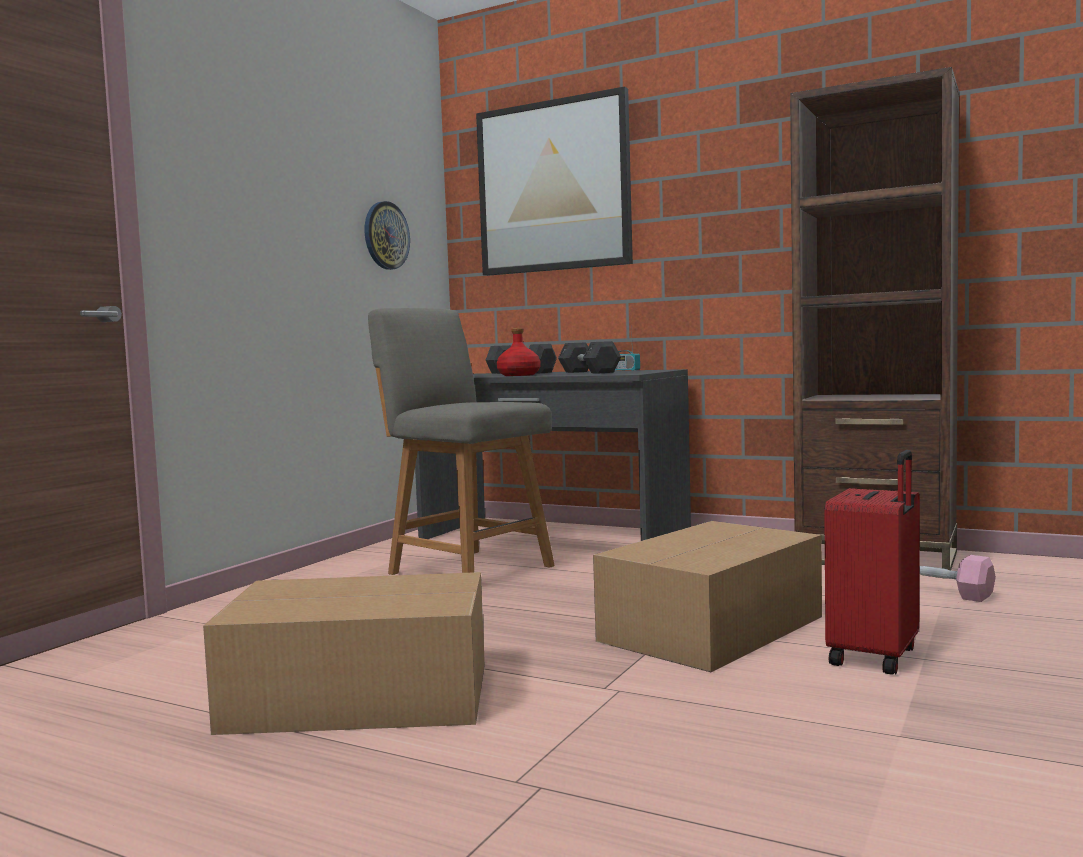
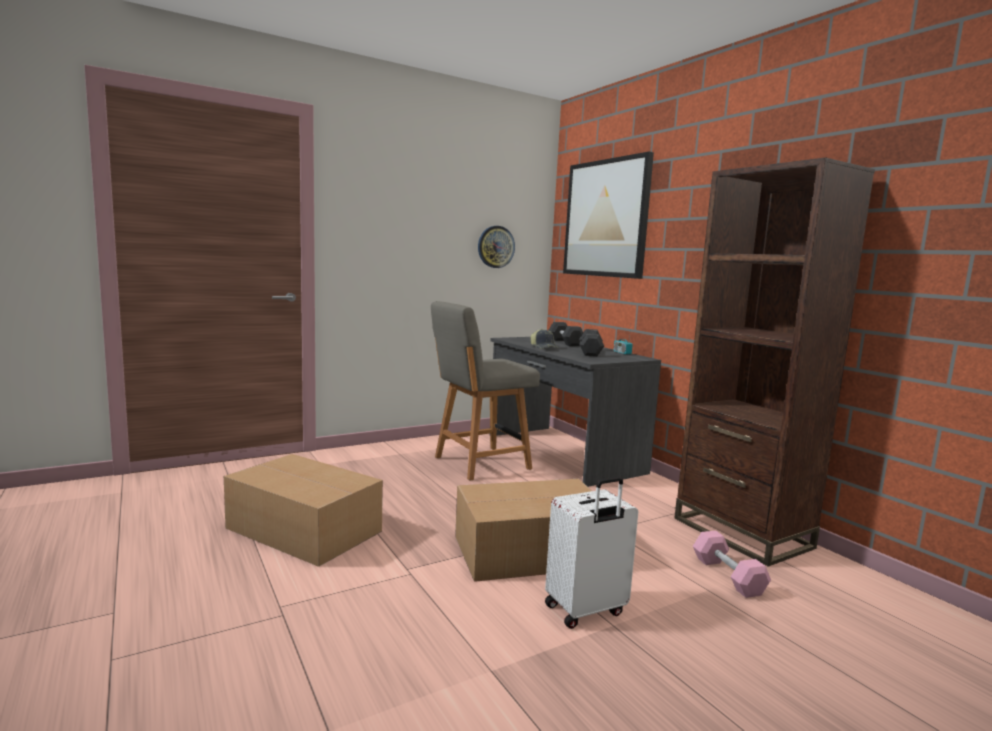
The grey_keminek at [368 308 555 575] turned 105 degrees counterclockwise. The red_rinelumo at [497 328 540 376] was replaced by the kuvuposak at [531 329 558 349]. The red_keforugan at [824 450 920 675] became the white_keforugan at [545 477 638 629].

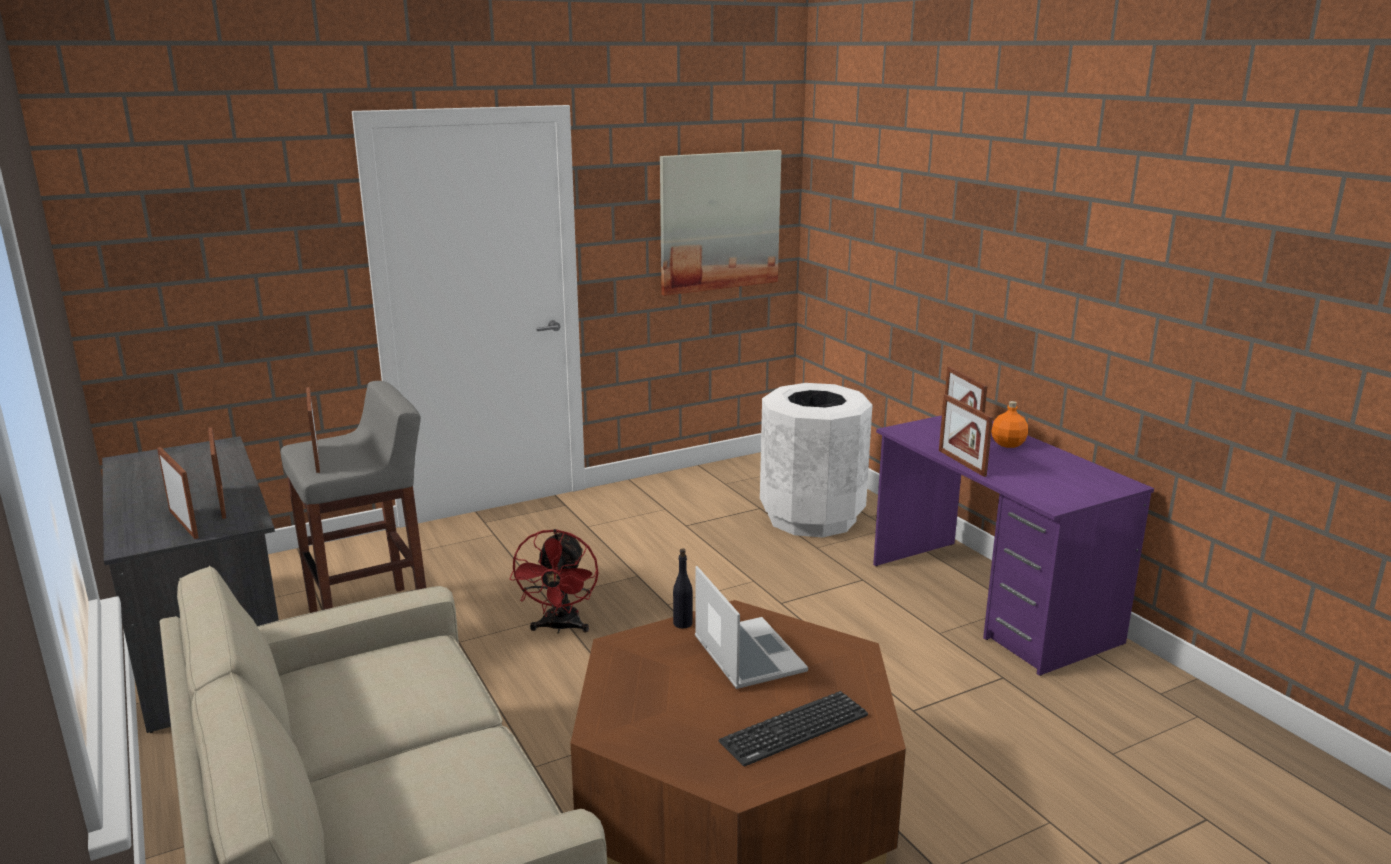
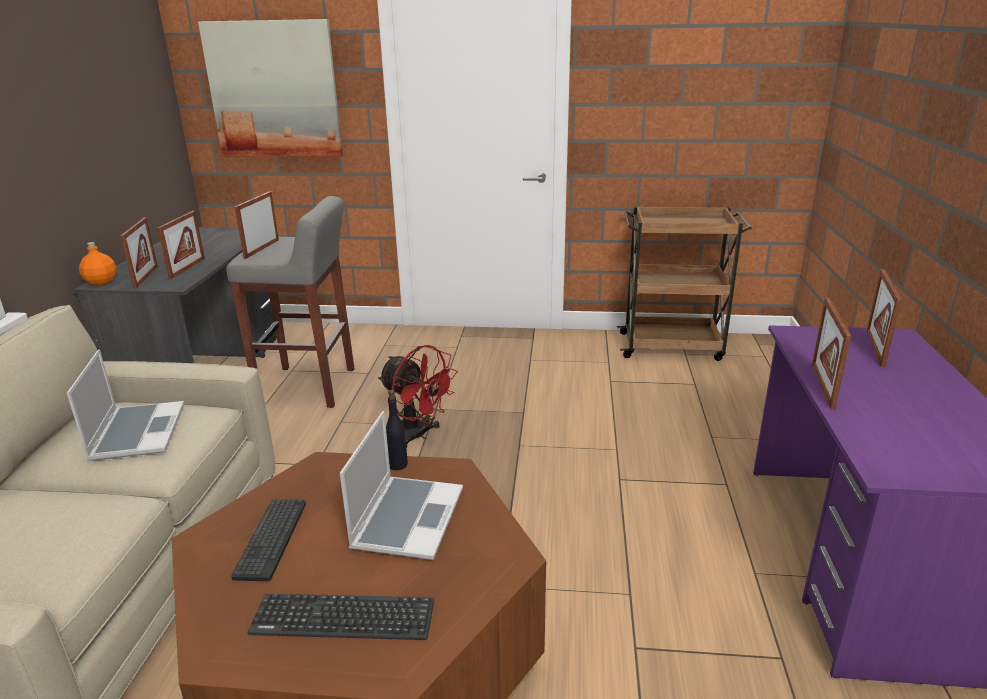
The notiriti moved from [660 150 782 296] to [198 19 343 157]. The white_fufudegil at [760 383 872 538] disappeared. The orange_rinelumo moved from [991 401 1028 448] to [79 242 116 285]. The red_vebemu at [509 529 599 633] turned 90 degrees counterclockwise. The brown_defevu at [617 206 752 361] appeared. The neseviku at [67 349 184 461] appeared. The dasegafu at [231 499 306 581] appeared.

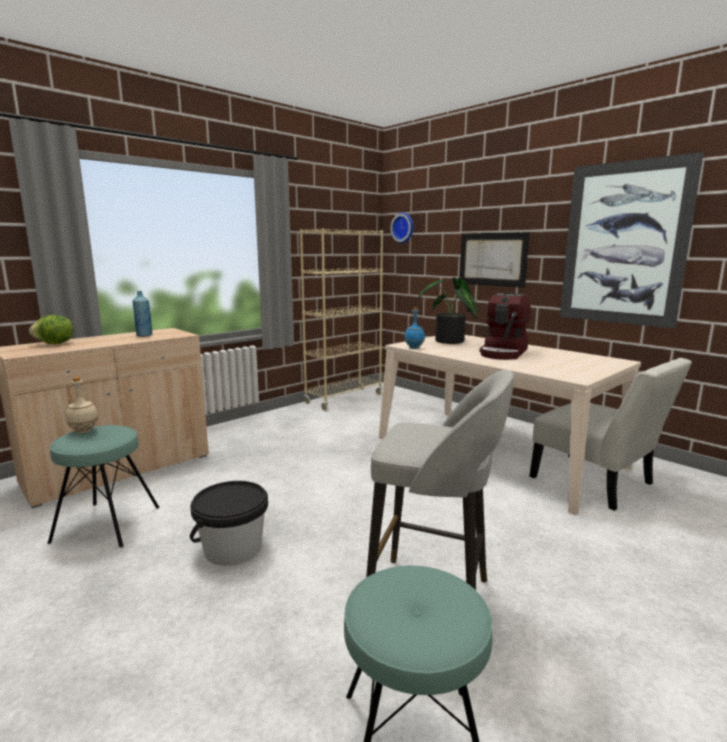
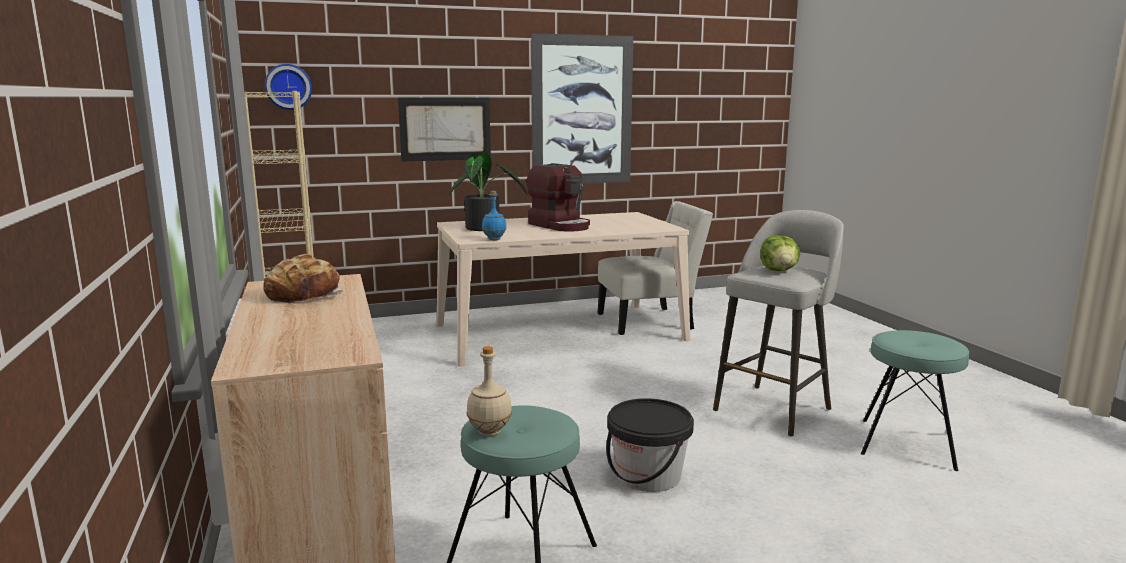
The blue_rinelumo at [132 291 152 337] was replaced by the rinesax at [263 254 342 304]. The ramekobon moved from [29 315 73 344] to [760 235 800 271].

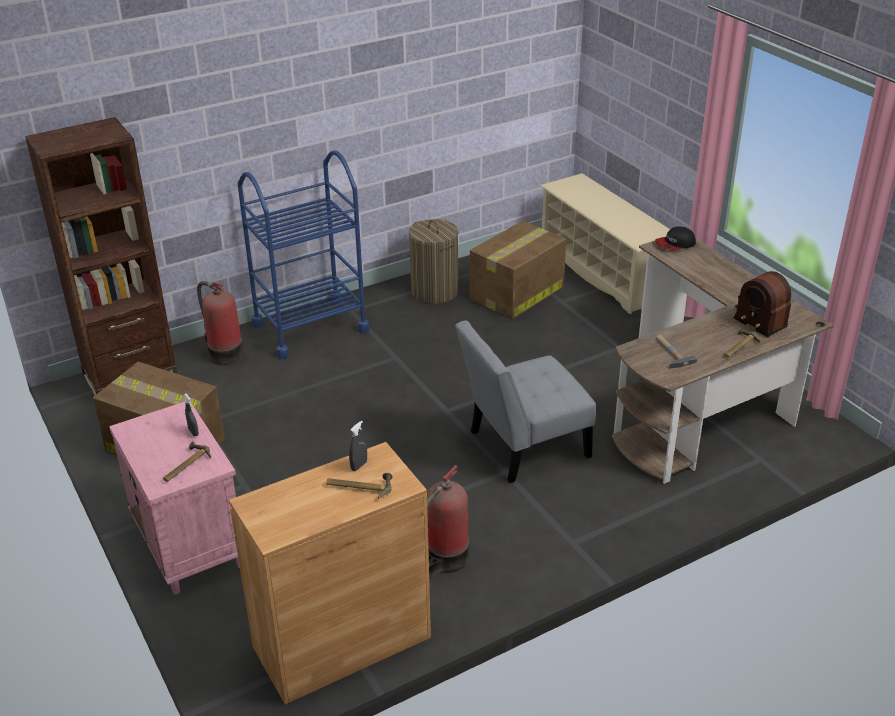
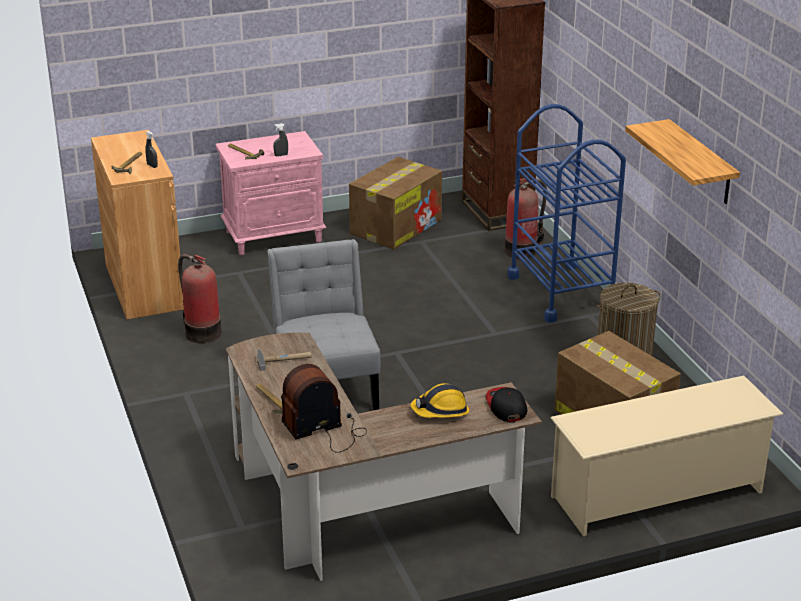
The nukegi at [625 119 740 204] appeared. The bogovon at [411 383 469 418] appeared.

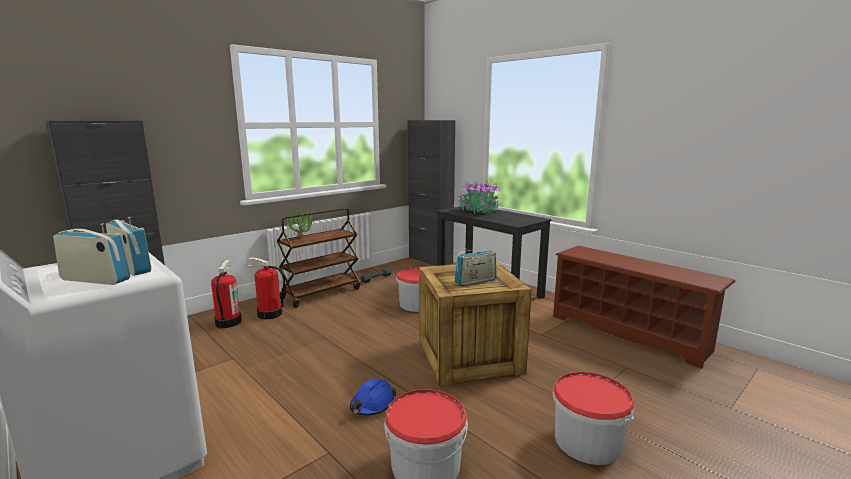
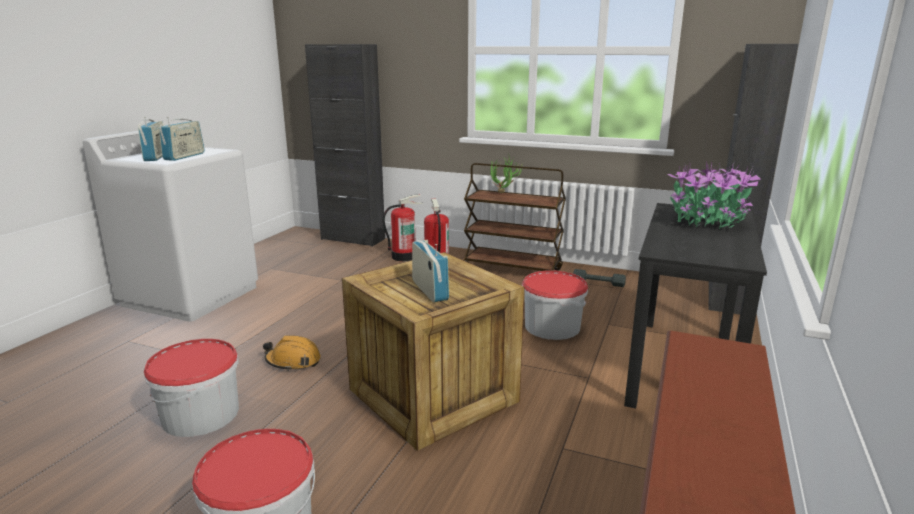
The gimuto at [454 248 496 286] turned 150 degrees counterclockwise. The blue_bogovon at [350 379 396 415] became the orange_bogovon at [263 335 321 371].

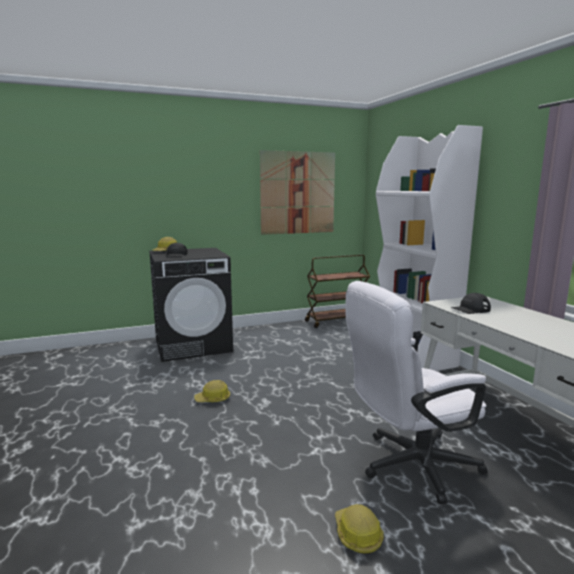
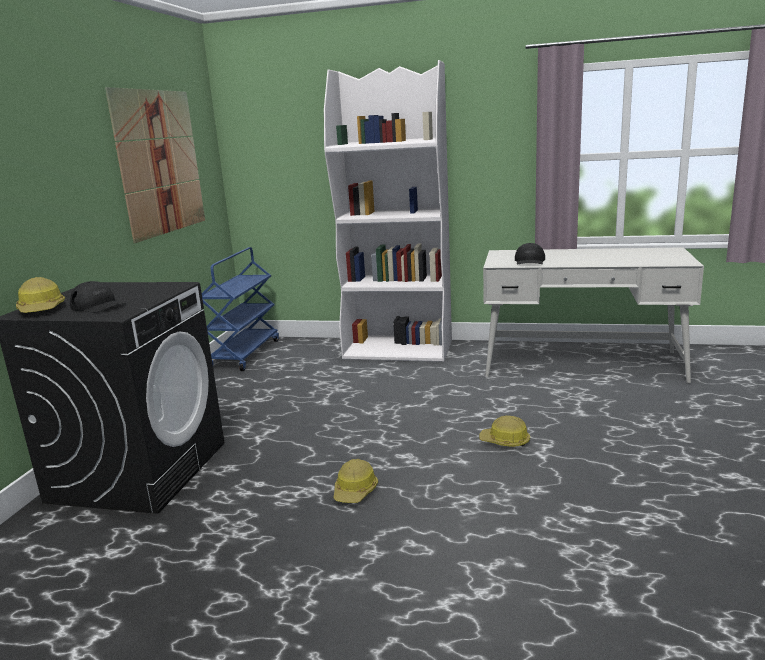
The brown_defevu at [305 255 370 328] became the blue_defevu at [202 247 279 371]. The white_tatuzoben at [346 281 488 504] disappeared. The bogovon moved from [335 504 384 554] to [479 416 530 447].

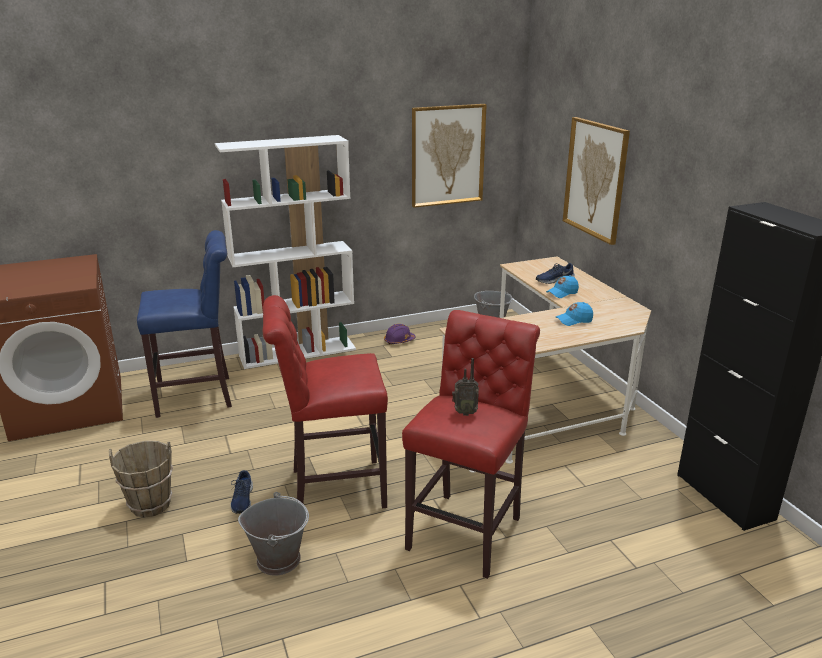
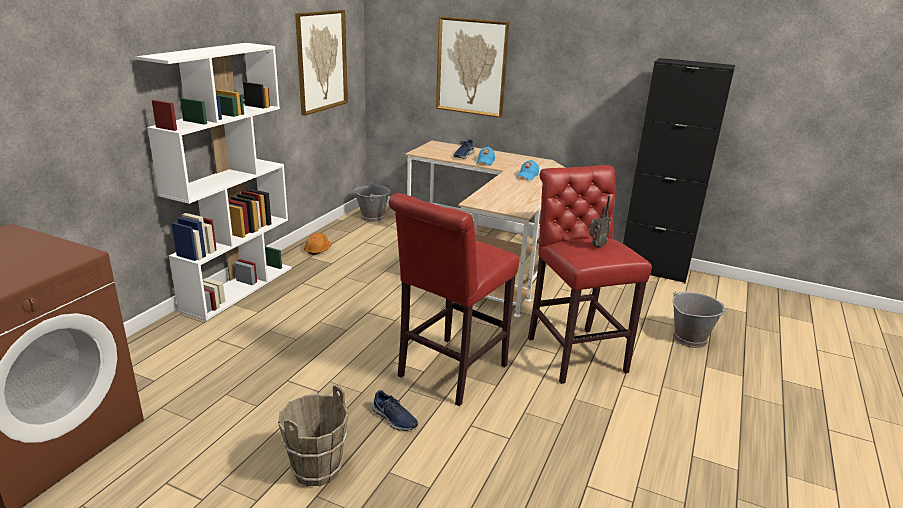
The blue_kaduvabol at [137 230 232 418] disappeared. The purple_bogovon at [384 324 416 345] became the orange_bogovon at [304 233 332 255]. The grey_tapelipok moved from [238 492 309 576] to [672 291 727 348].

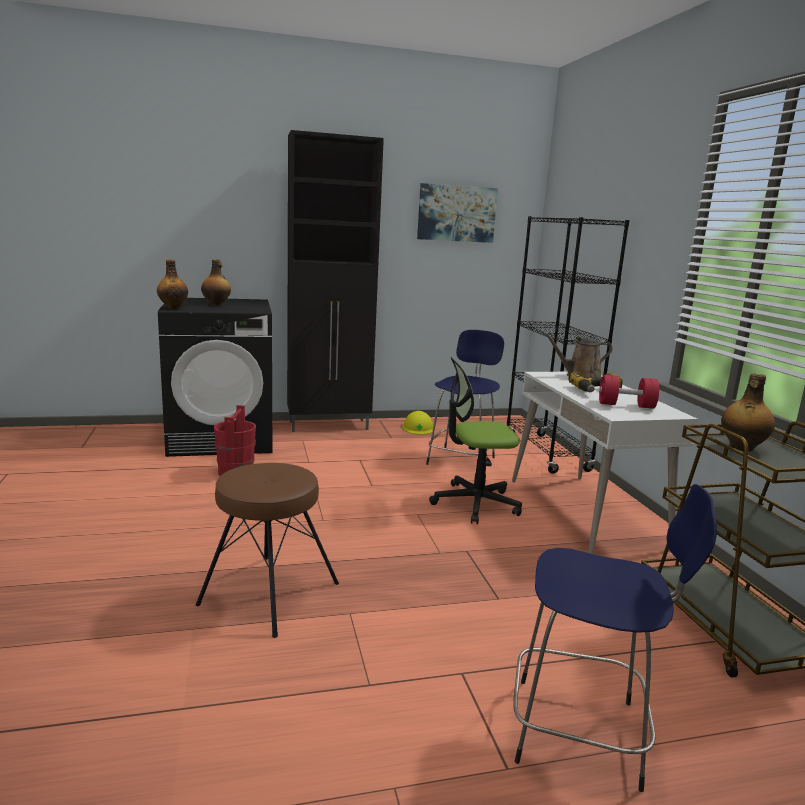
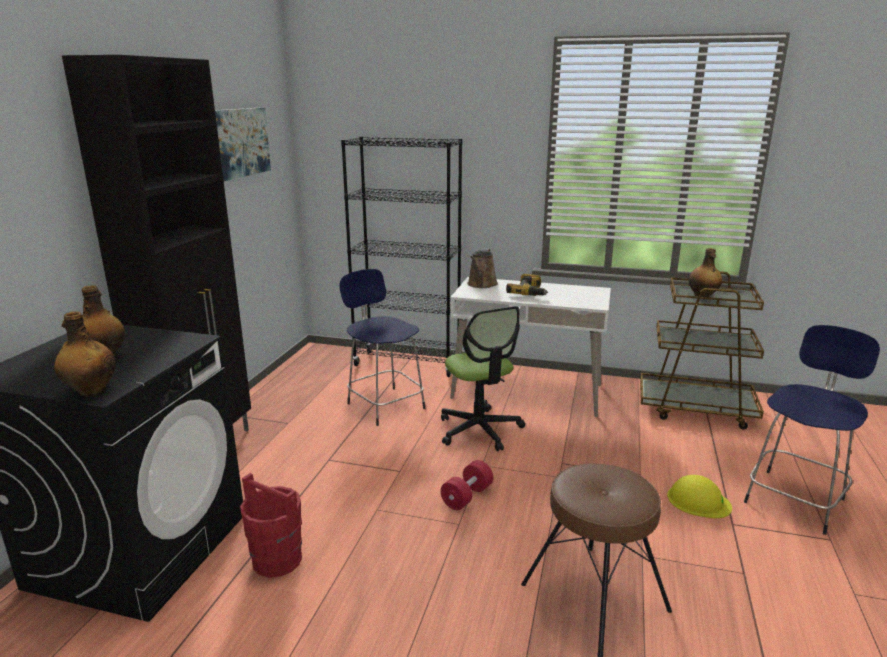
The tatuzoben at [429 357 522 524] turned 45 degrees counterclockwise. The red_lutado moved from [599 375 659 409] to [440 460 493 510]. The yellow_bogovon moved from [402 411 433 435] to [667 475 732 518].

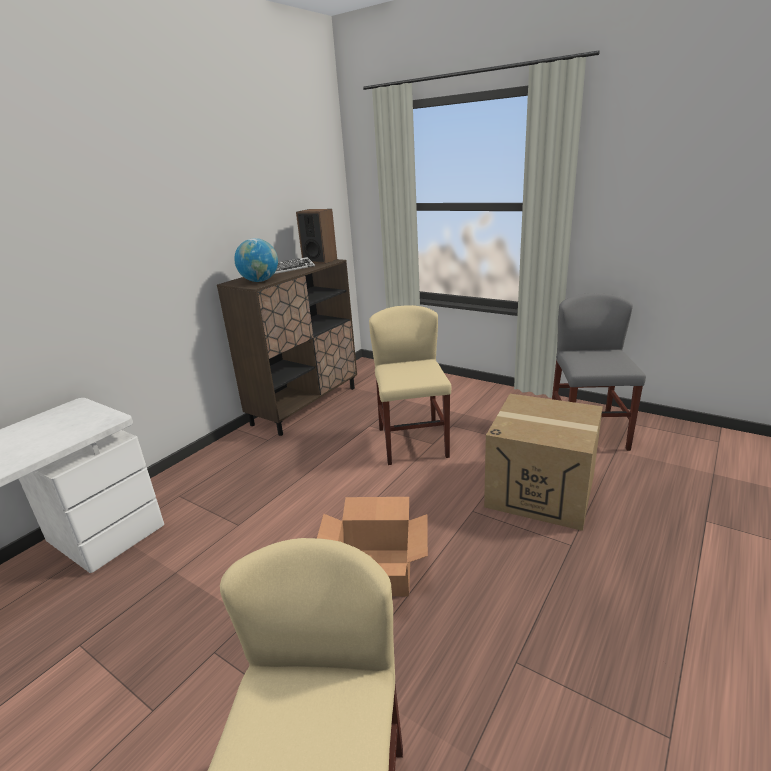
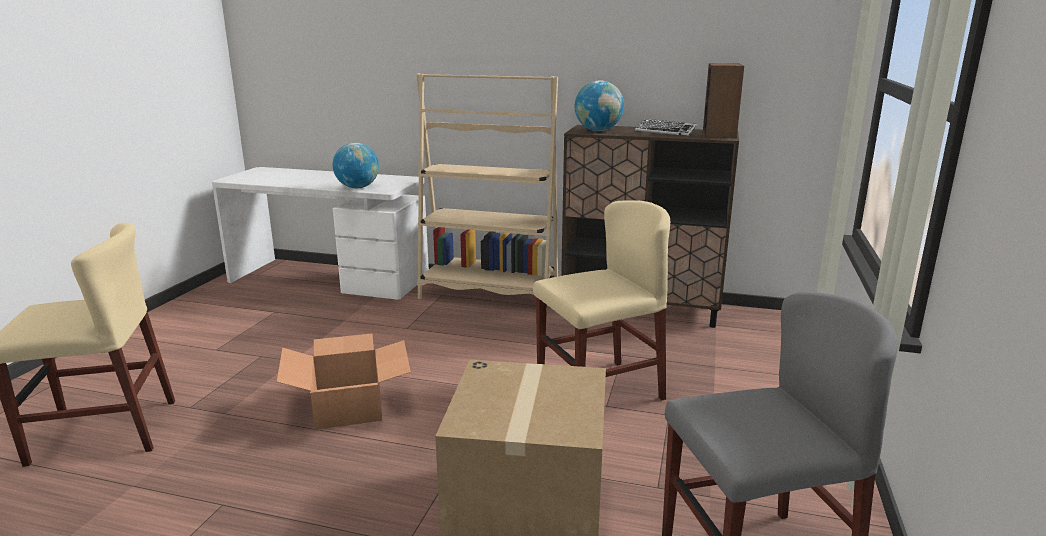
The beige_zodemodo at [417 73 558 299] appeared. The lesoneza at [332 143 379 188] appeared.

